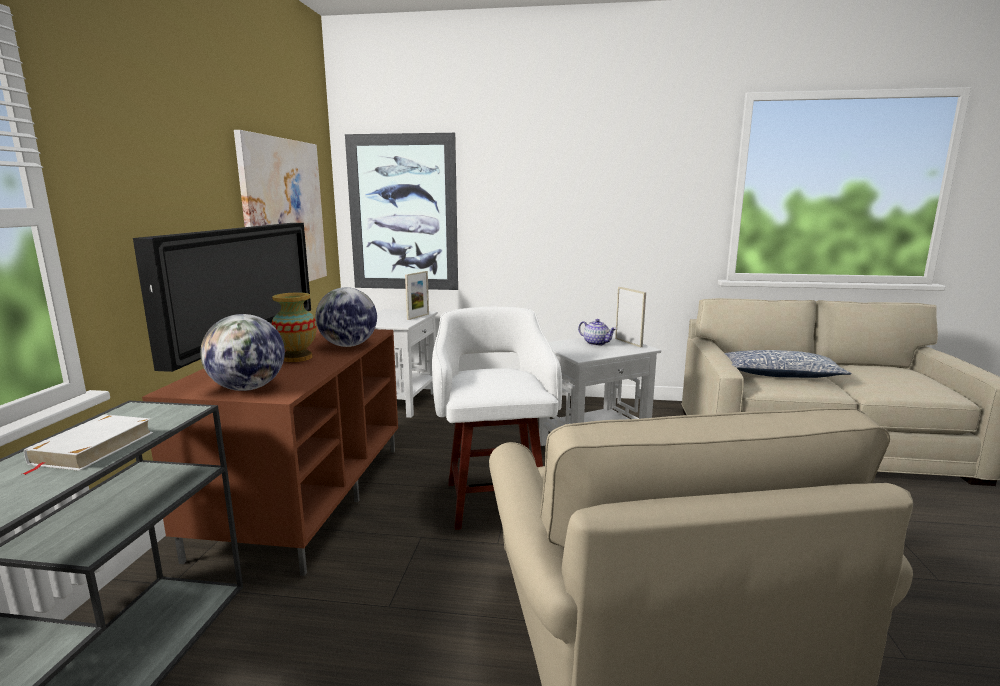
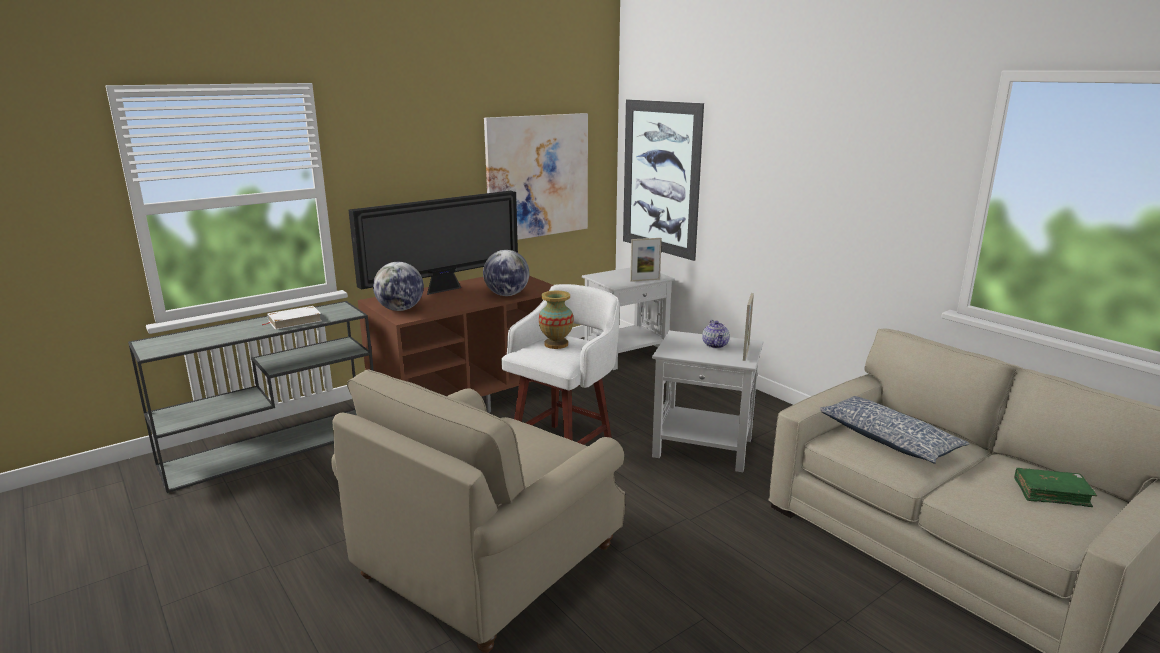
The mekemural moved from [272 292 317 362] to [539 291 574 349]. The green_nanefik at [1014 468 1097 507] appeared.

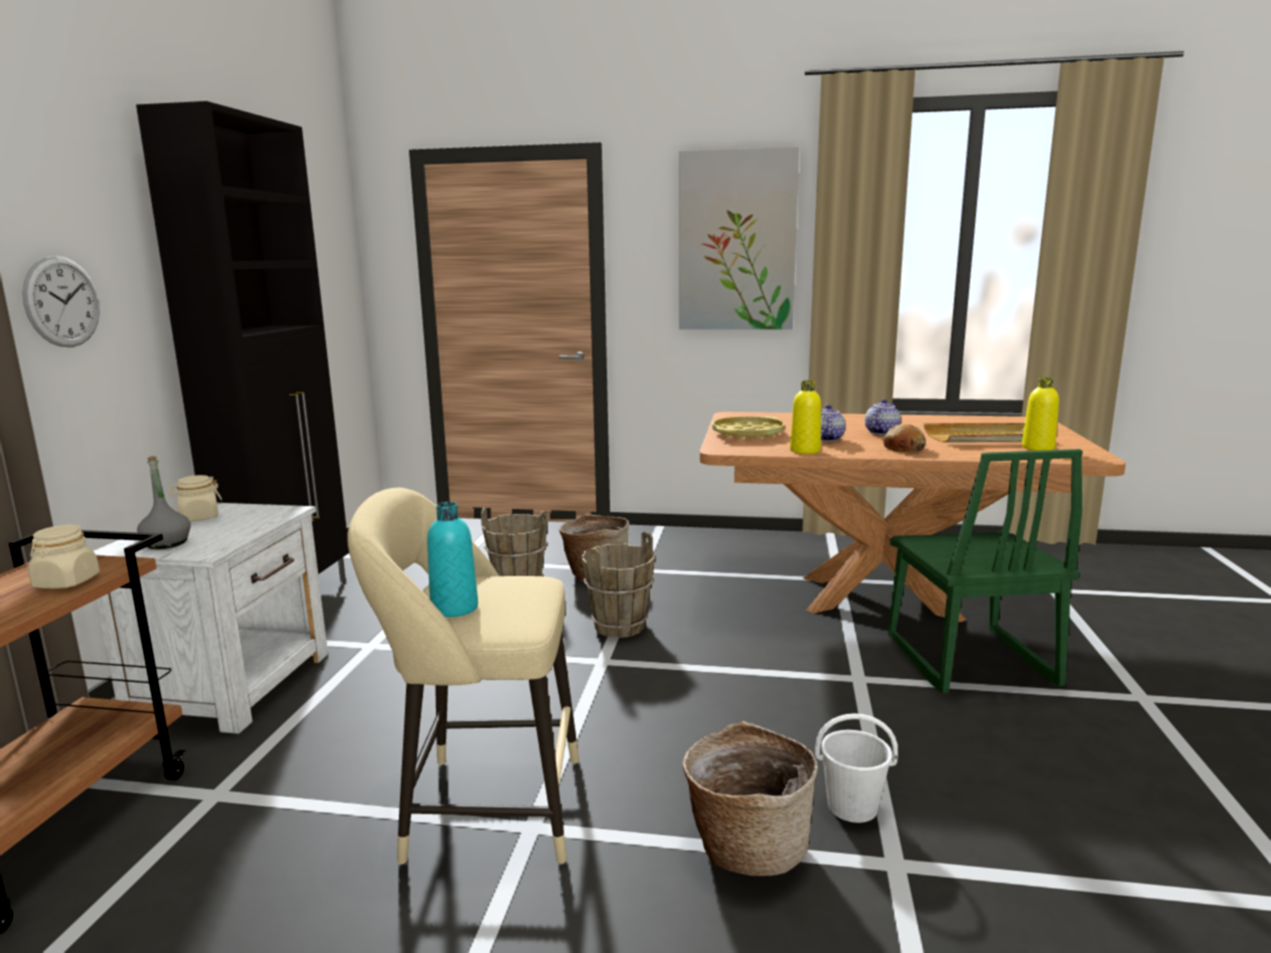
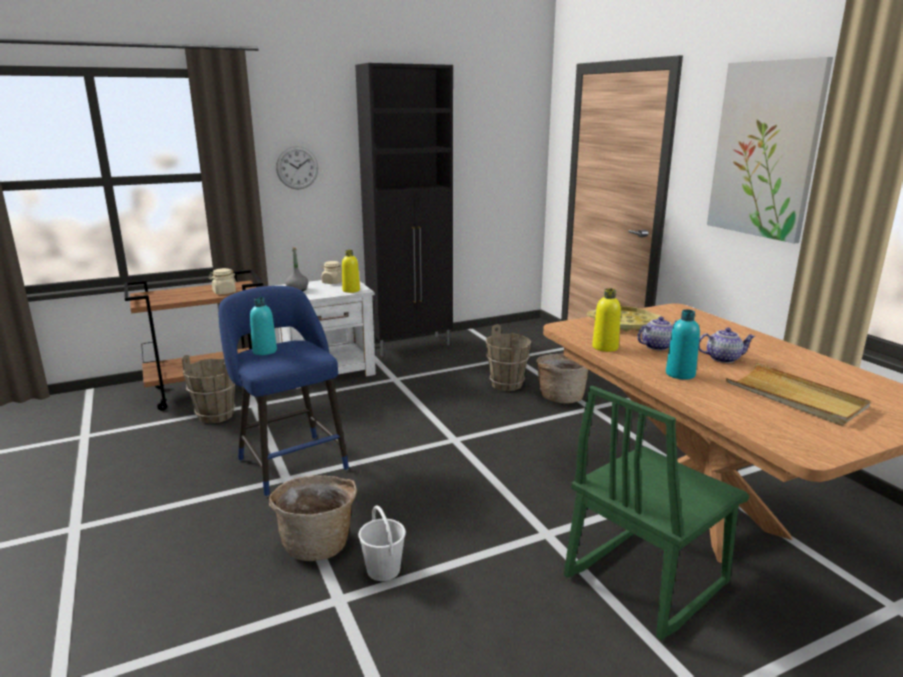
The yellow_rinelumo moved from [1022 377 1059 451] to [342 250 360 293]. The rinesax at [883 424 926 452] was replaced by the turquoise_rinelumo at [666 309 700 380]. The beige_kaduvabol at [347 488 579 865] became the blue_kaduvabol at [218 286 349 497]. The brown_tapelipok moved from [581 531 655 638] to [182 355 236 424].

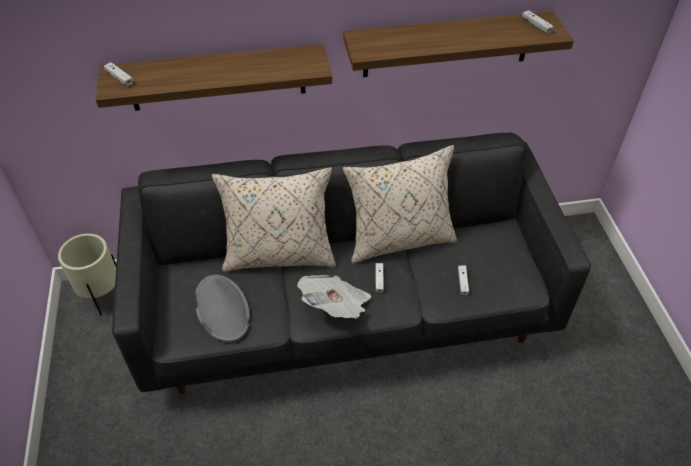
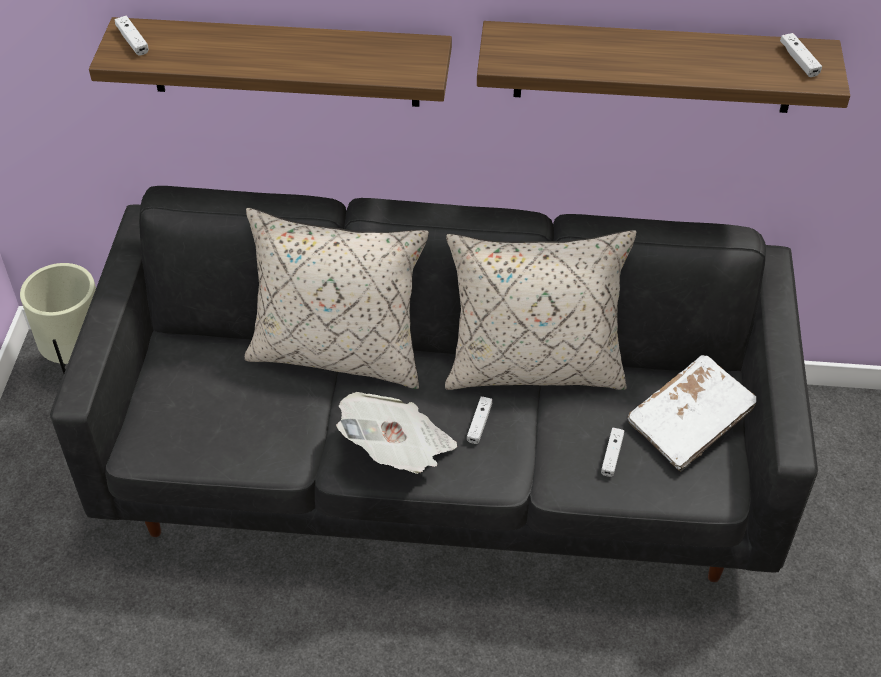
The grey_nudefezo at [195 275 250 342] disappeared. The white_nanefik at [628 355 756 472] appeared.

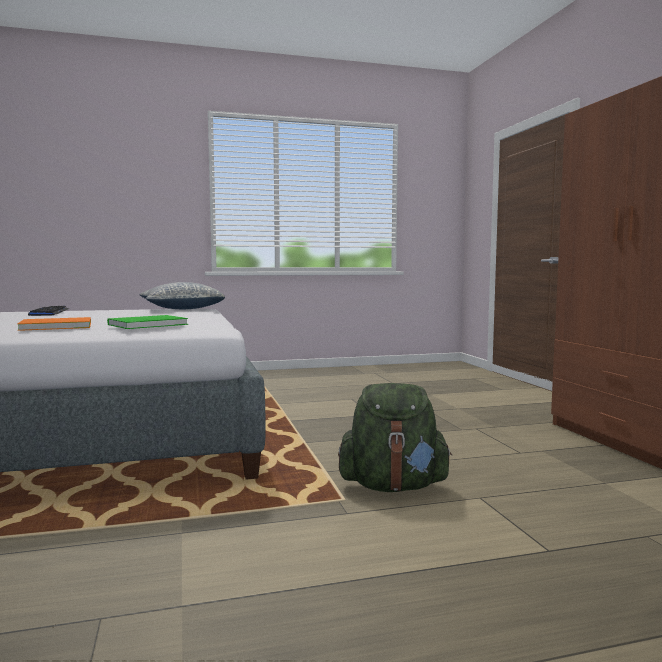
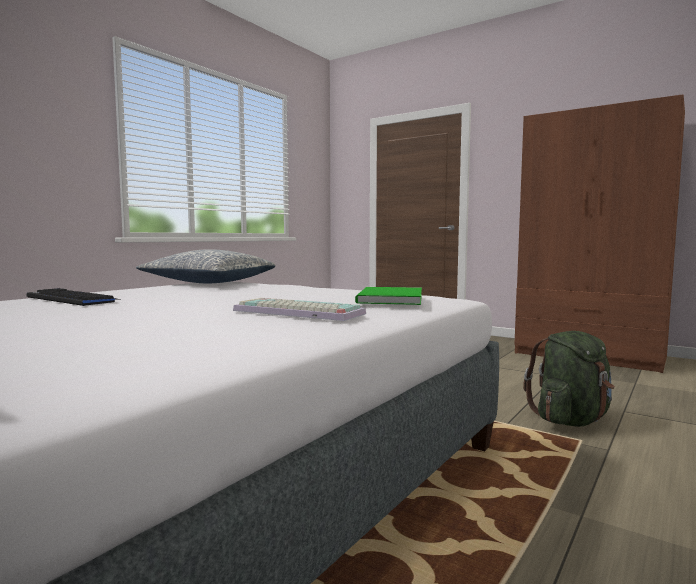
The orange_nanefik at [17 317 91 331] was replaced by the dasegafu at [233 298 366 321].

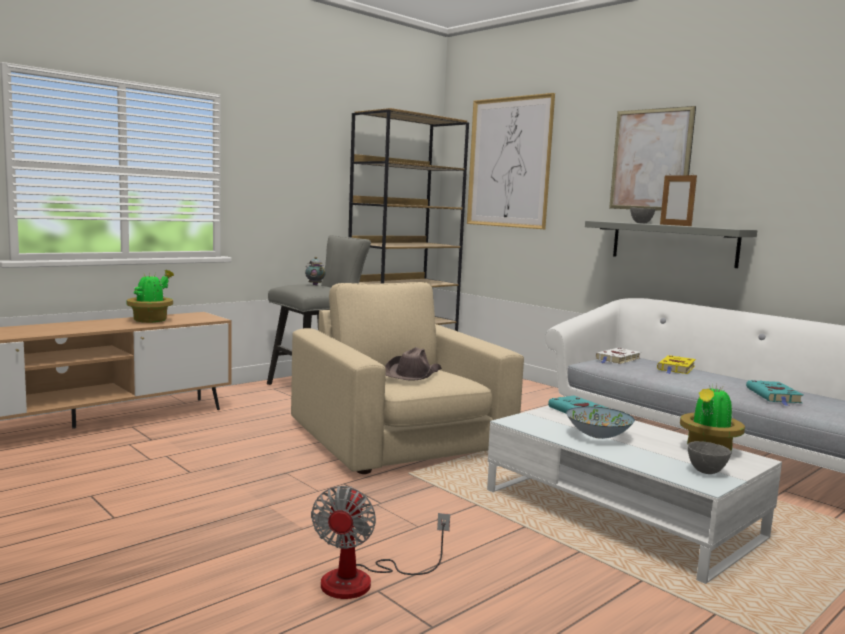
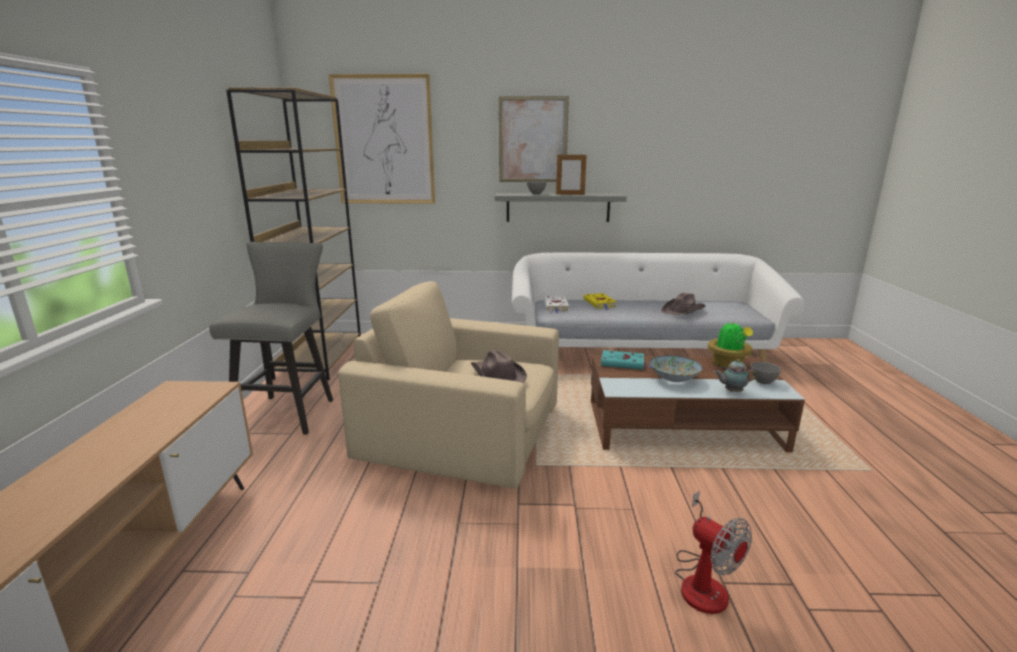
The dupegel moved from [305 257 326 286] to [714 359 757 392]. The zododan at [127 270 174 323] disappeared. The turquoise_nanefik at [746 380 803 406] was replaced by the brown_nudefezo at [661 292 706 315]. The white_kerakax at [487 405 782 584] became the brown_kerakax at [591 356 805 453].

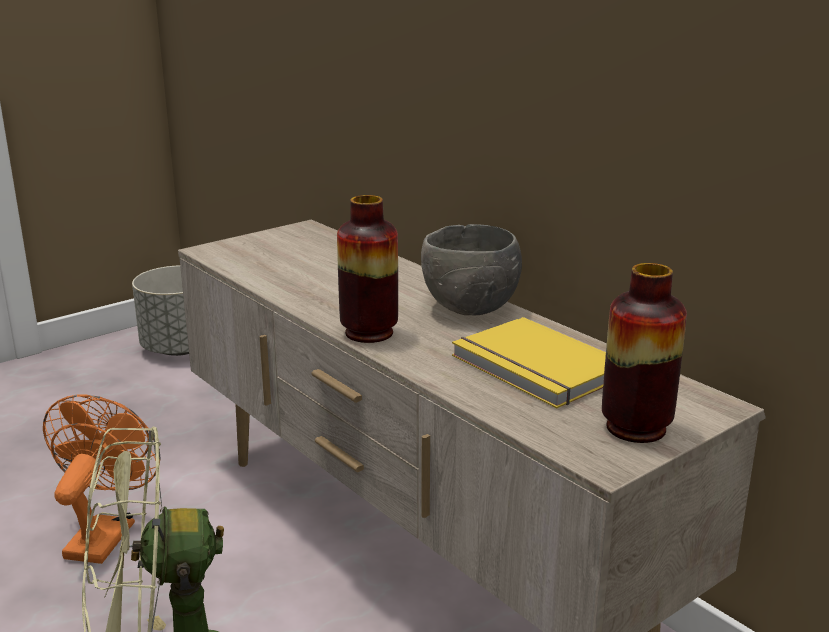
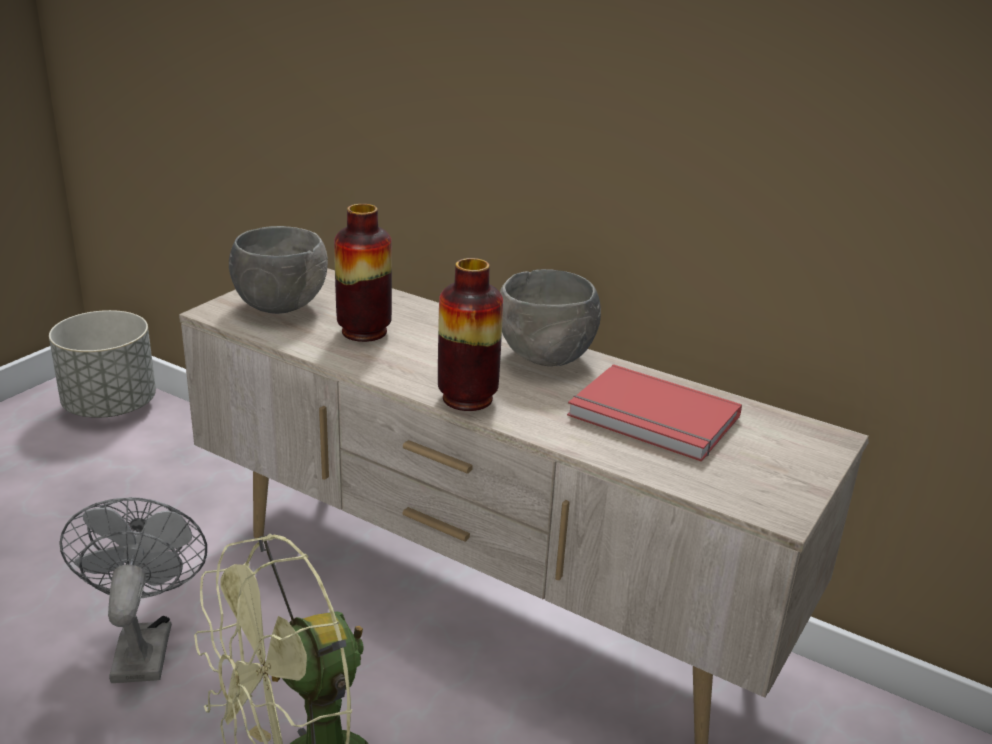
The mekemural moved from [602 263 687 443] to [334 204 392 342]. The yellow_nanefik at [452 317 606 408] became the red_nanefik at [567 364 742 462]. The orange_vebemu at [43 395 161 564] became the grey_vebemu at [59 497 207 683]. The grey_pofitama at [229 226 328 314] appeared.

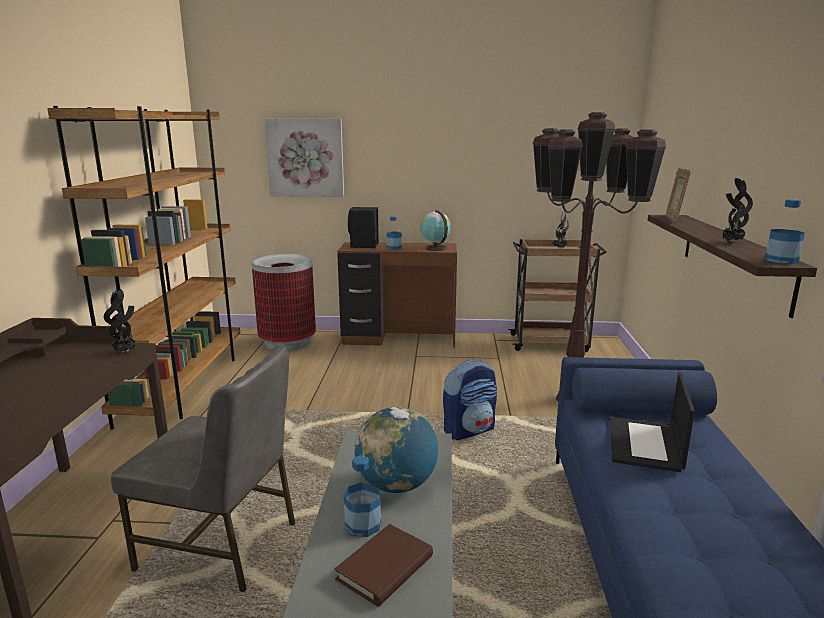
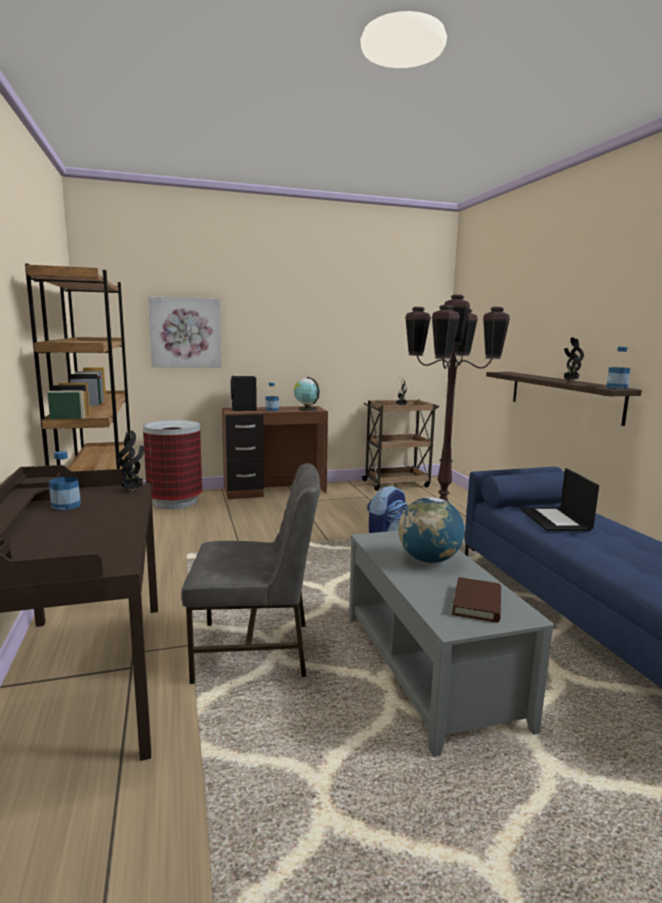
The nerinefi at [665 168 691 222] disappeared. The rinelumo moved from [343 456 381 537] to [49 451 81 510].

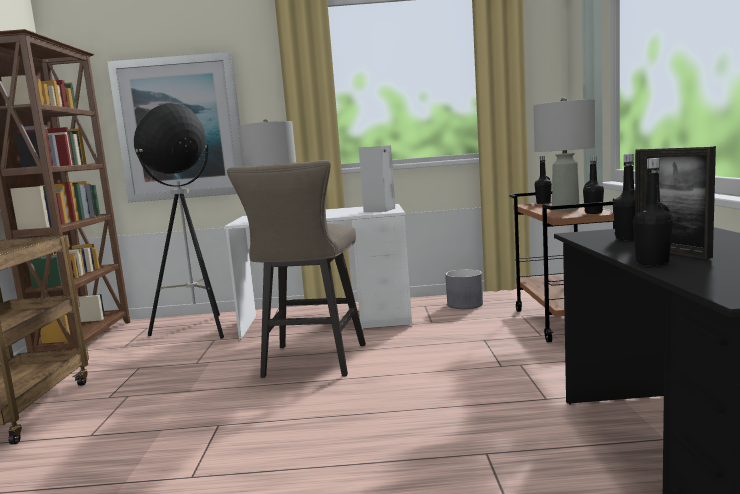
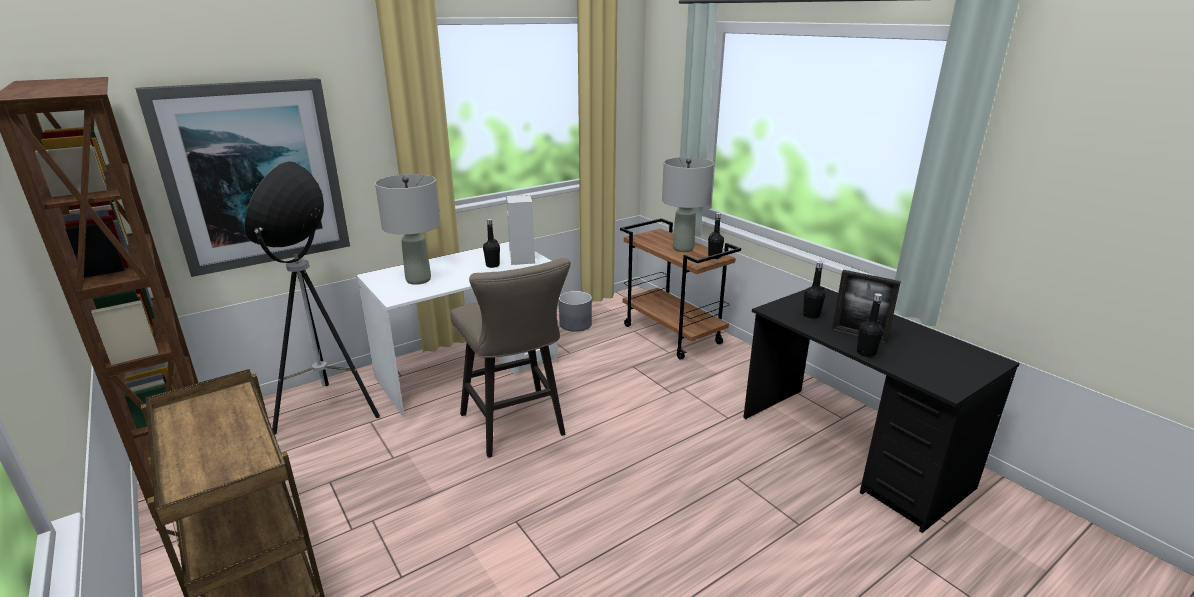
The black_rinelumo moved from [535 156 552 204] to [483 219 500 268].

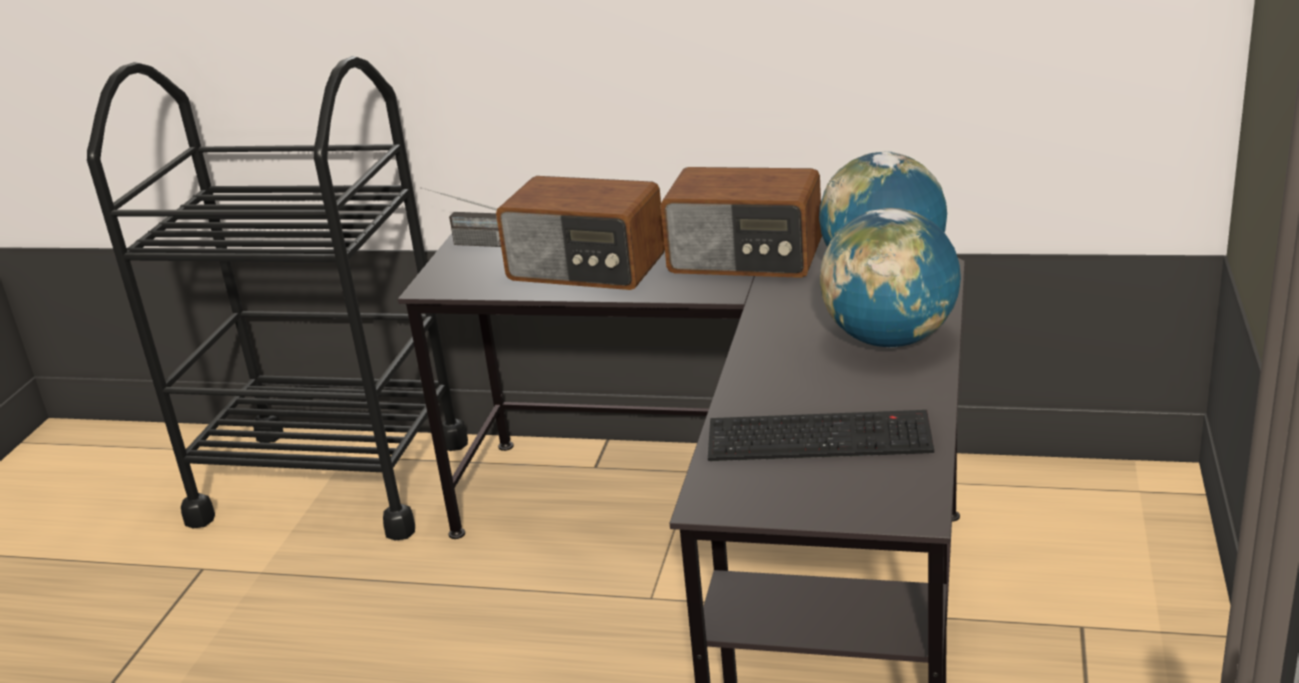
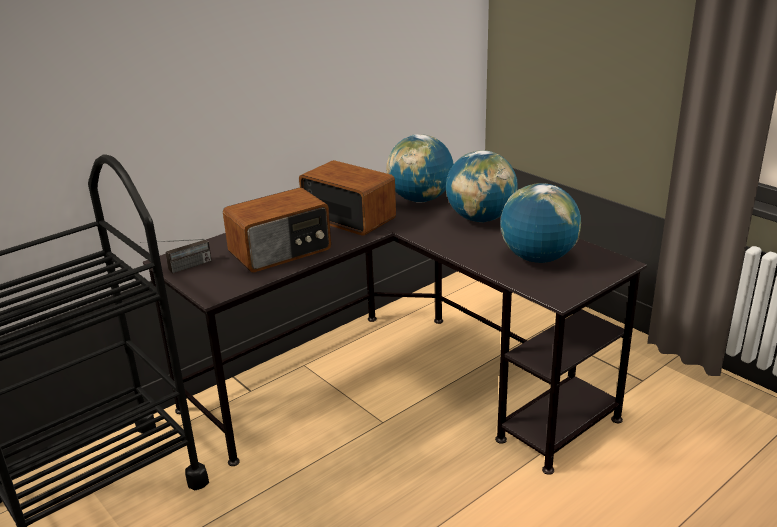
The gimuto at [661 167 822 278] turned 105 degrees counterclockwise. The dasegafu at [708 410 934 461] was replaced by the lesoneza at [500 183 581 263].

